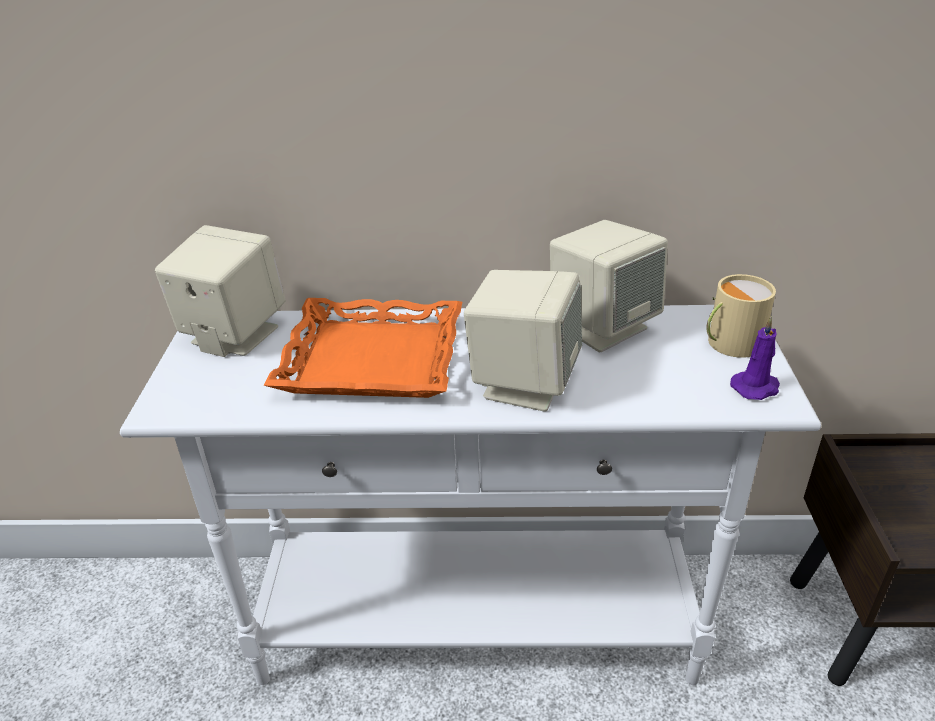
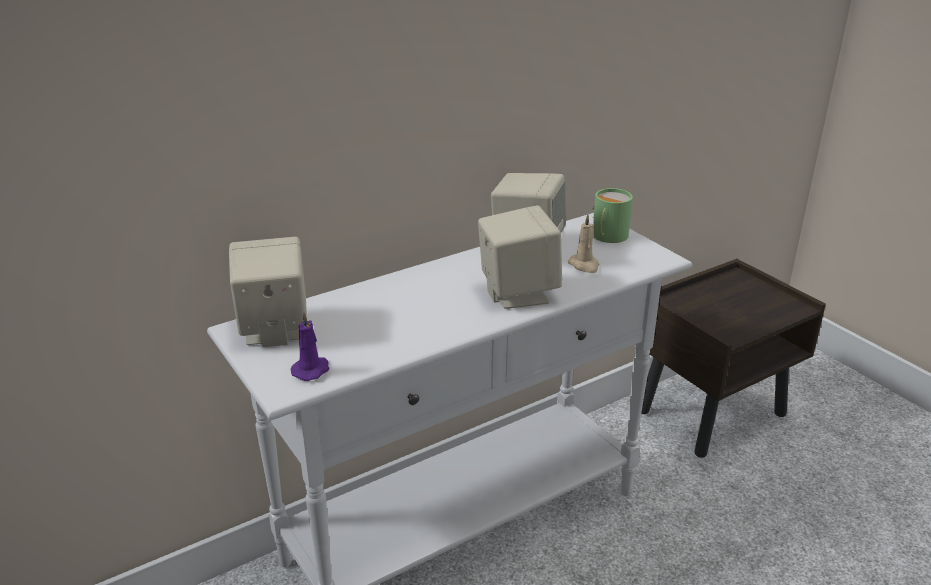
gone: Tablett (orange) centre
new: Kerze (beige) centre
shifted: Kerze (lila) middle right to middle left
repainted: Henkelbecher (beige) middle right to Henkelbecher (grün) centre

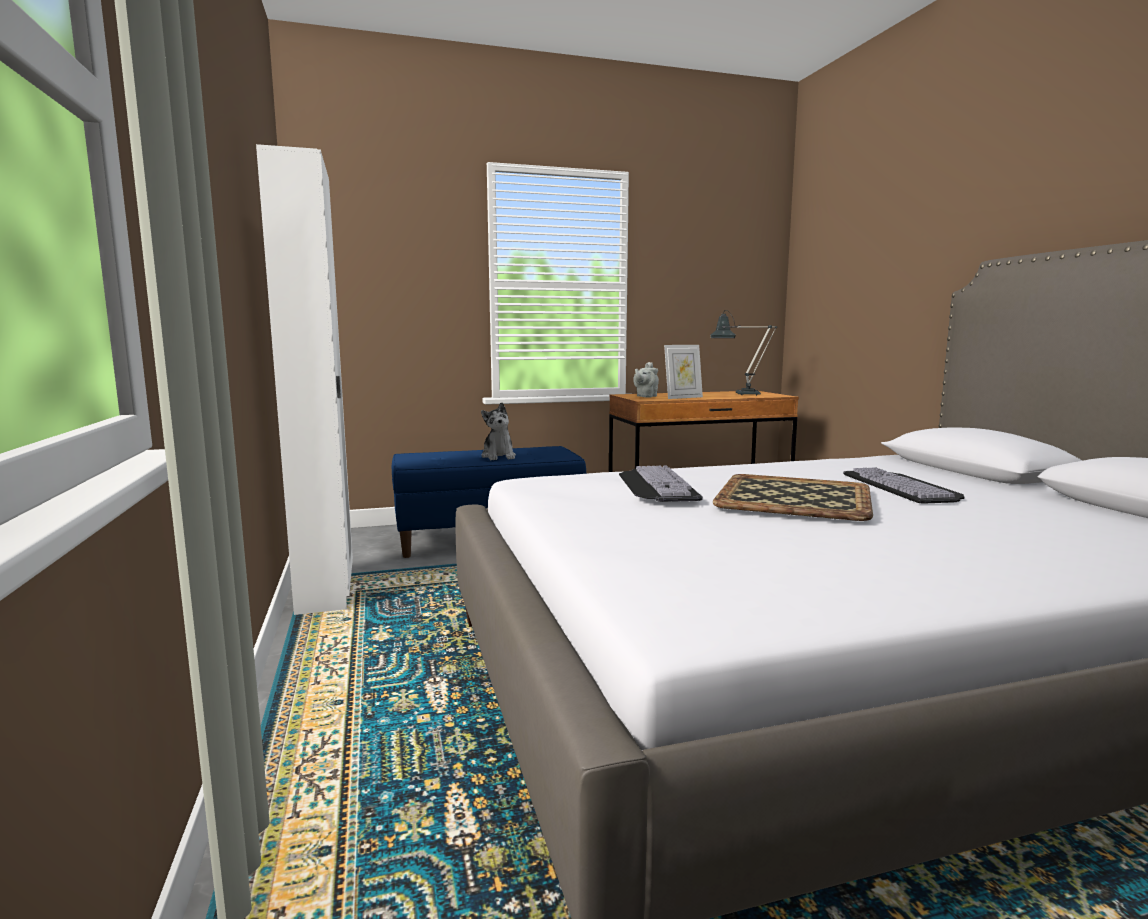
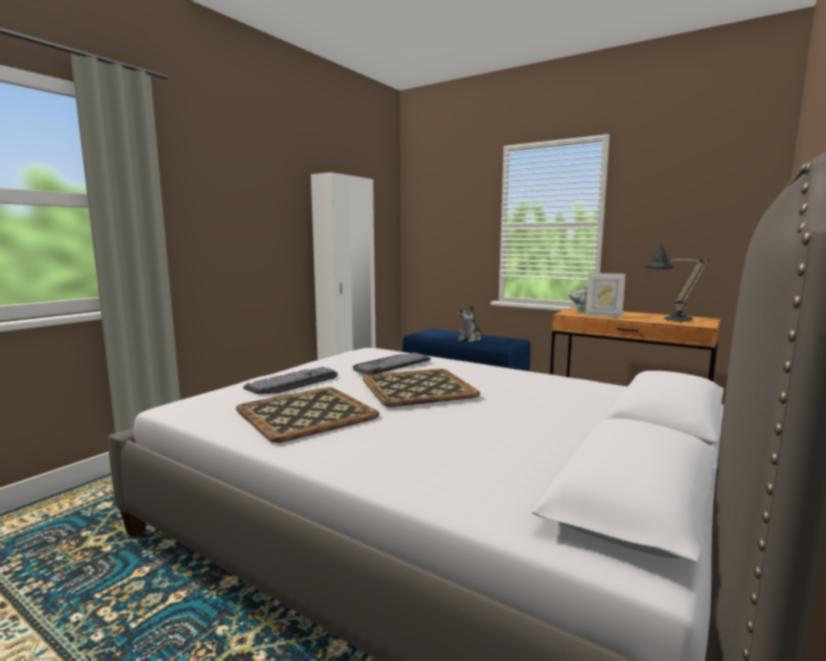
new: Tablett (no. 1 from left) centre
shifted: Tastatur (no. 2 from left in the first image) middle right to Tastatur (no. 1 from left) centre

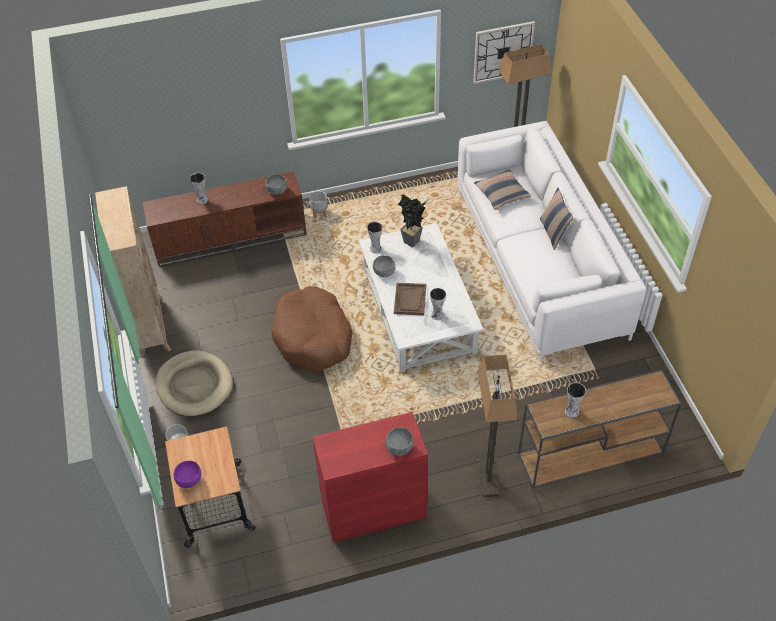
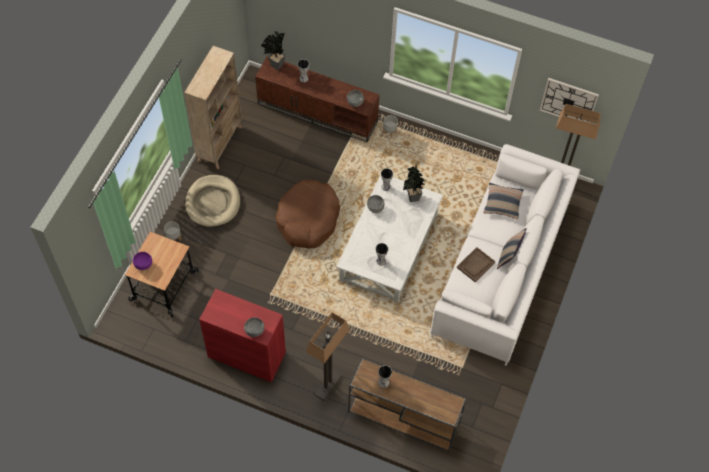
new: Topfpflanze (no. 1 from left) top centre
shifted: Tablett (braun) centre to middle right

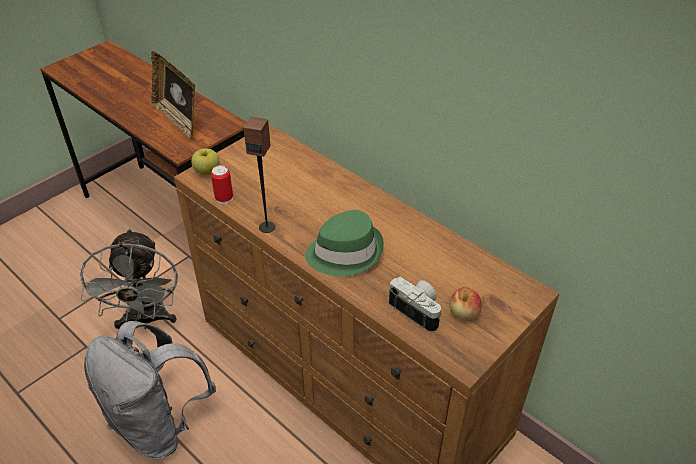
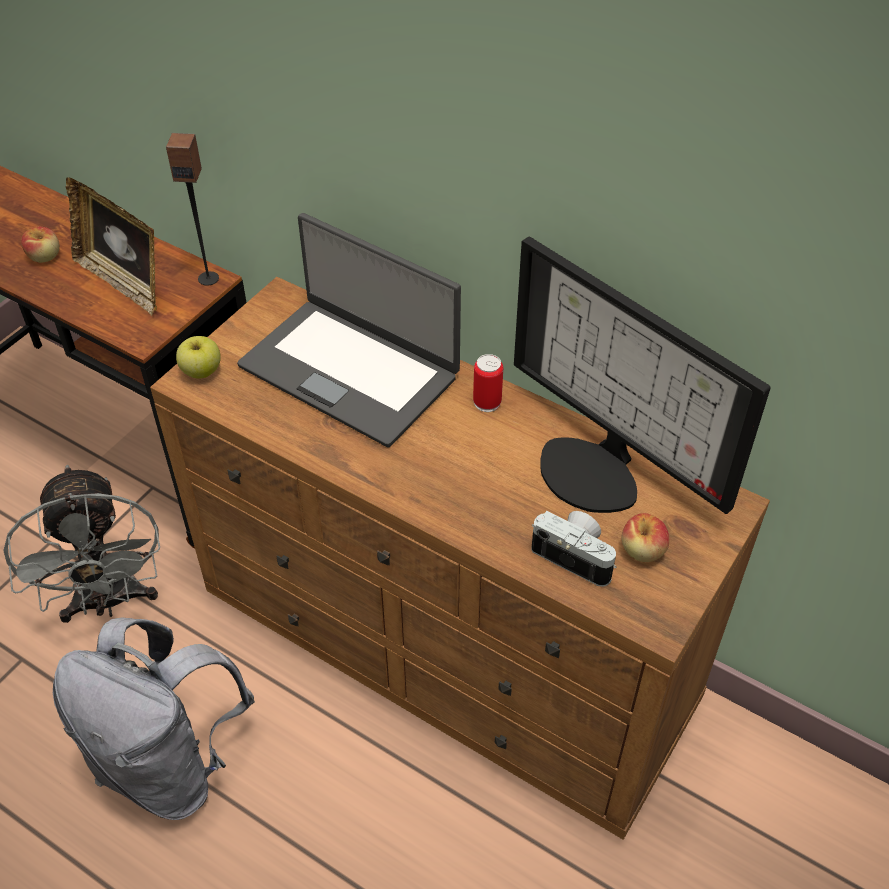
gone: Hut (grün) centre
new: Apfel (no. 1 from left) top left; Laptop centre; Monitor middle right
shifted: Dose middle left to centre; Lautsprecher centre to top left

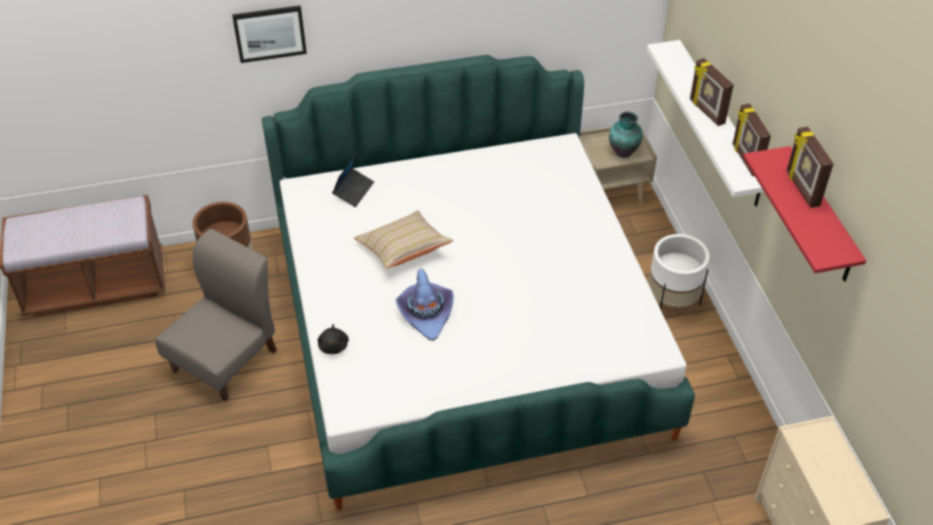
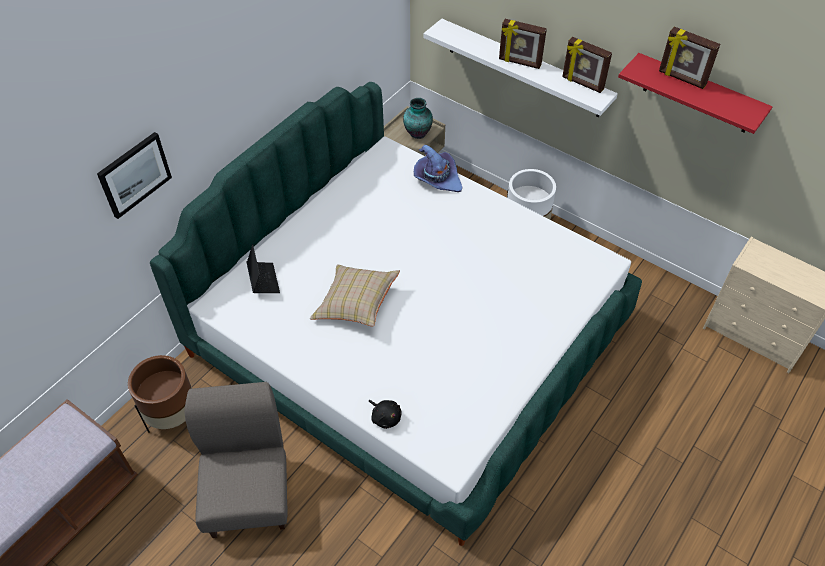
shifted: Hut (lila) centre to top centre

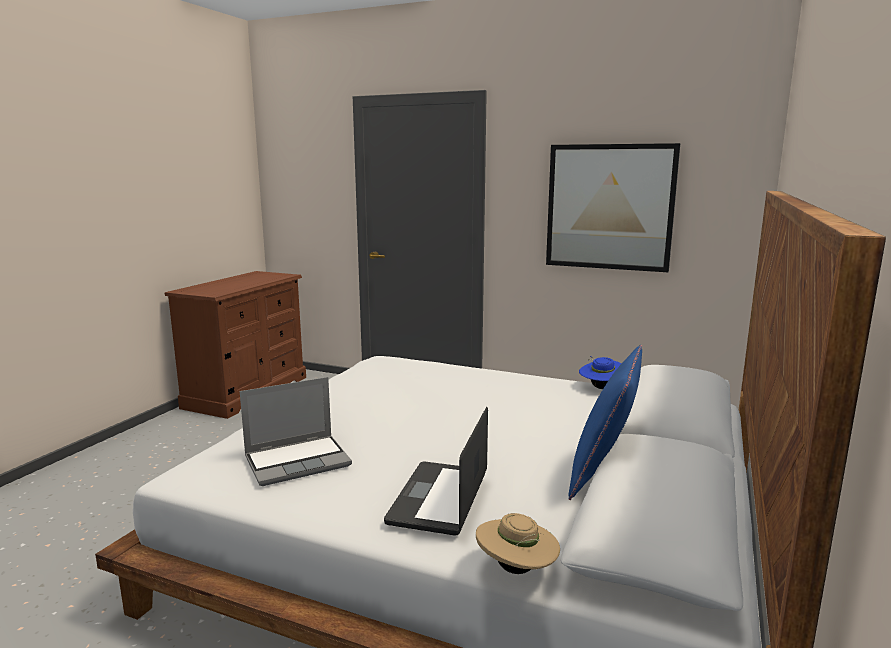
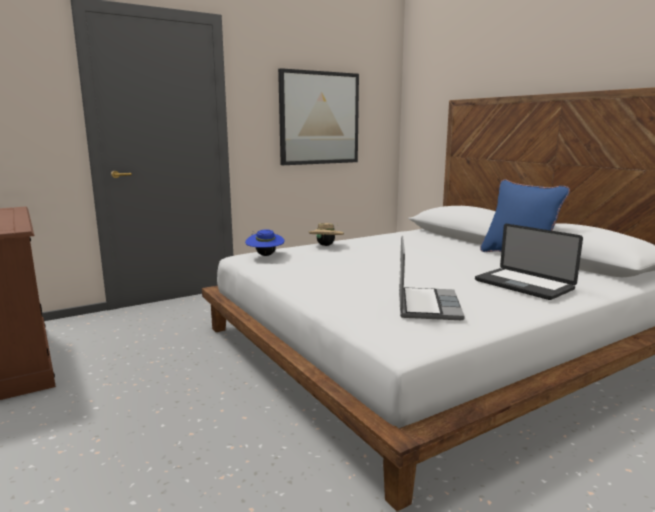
shifted: Hut (beige) bottom centre to centre; Hut (blau) middle right to centre

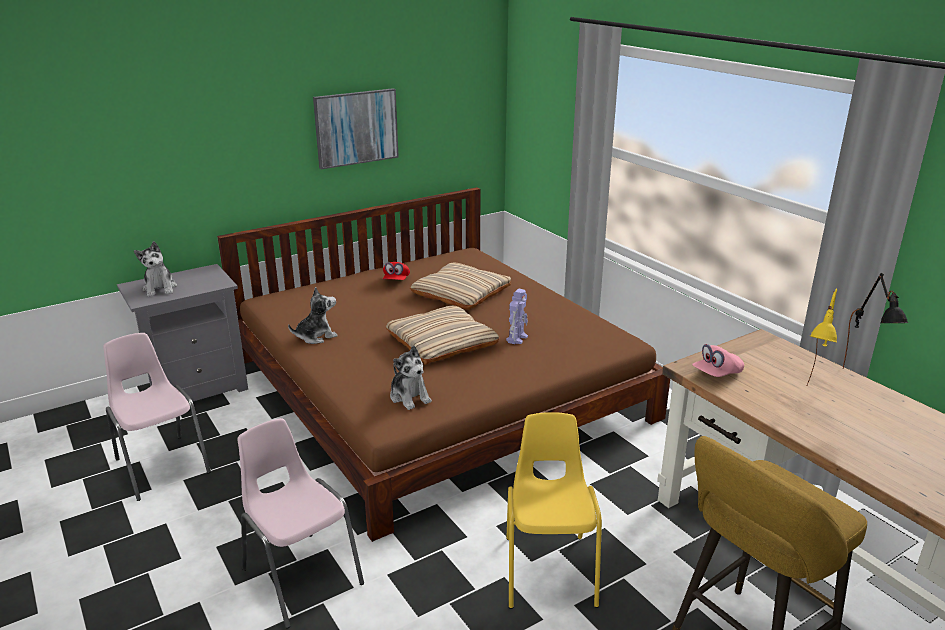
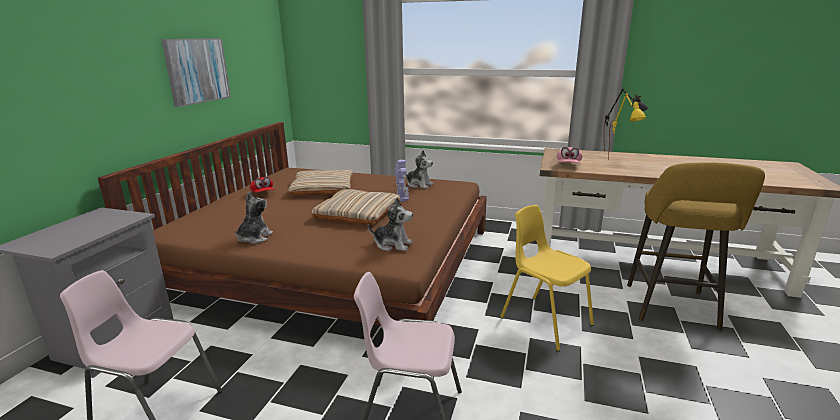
shifted: Plüschtier (no. 1 from left in the first image) middle left to Plüschtier (no. 3 from left) centre

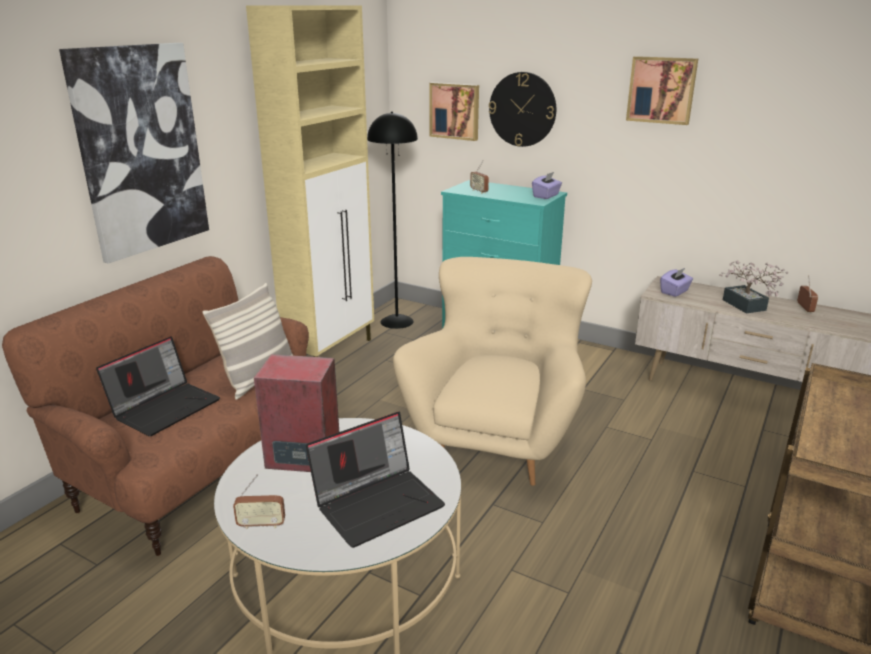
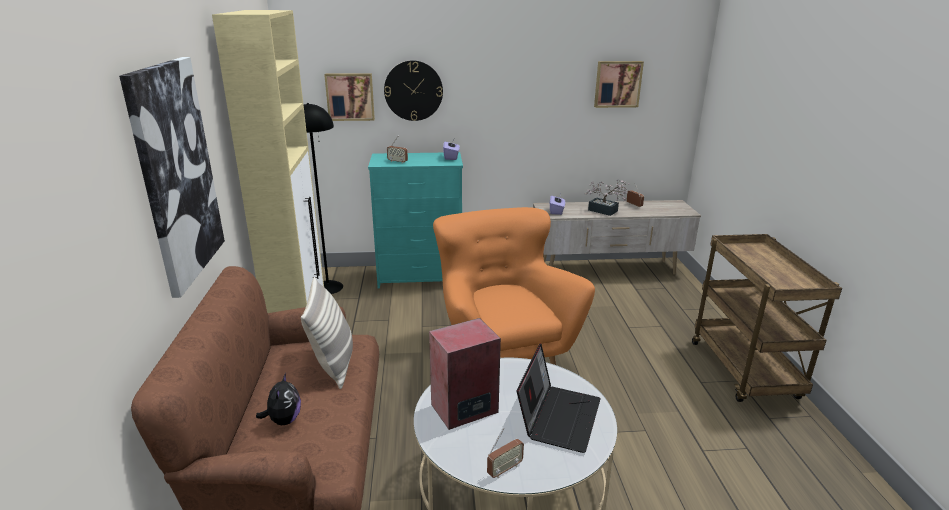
shifted: Bild (no. 3 from left) top right to top centre
swapped: Laptop (no. 1 from left) middle left to Plüschtier bottom left
repainted: Sessel (beige) centre to Sessel (orange) centre

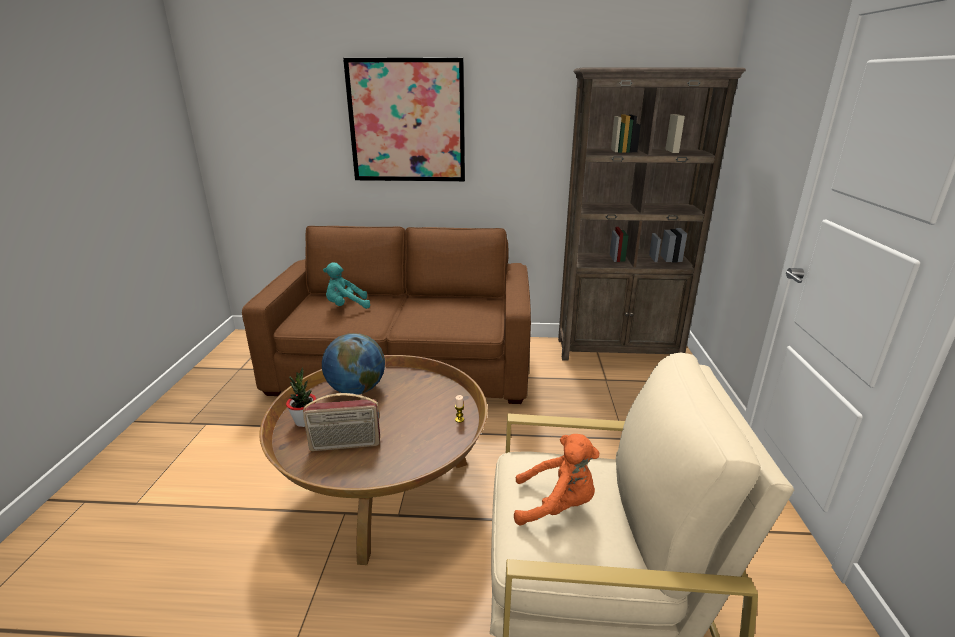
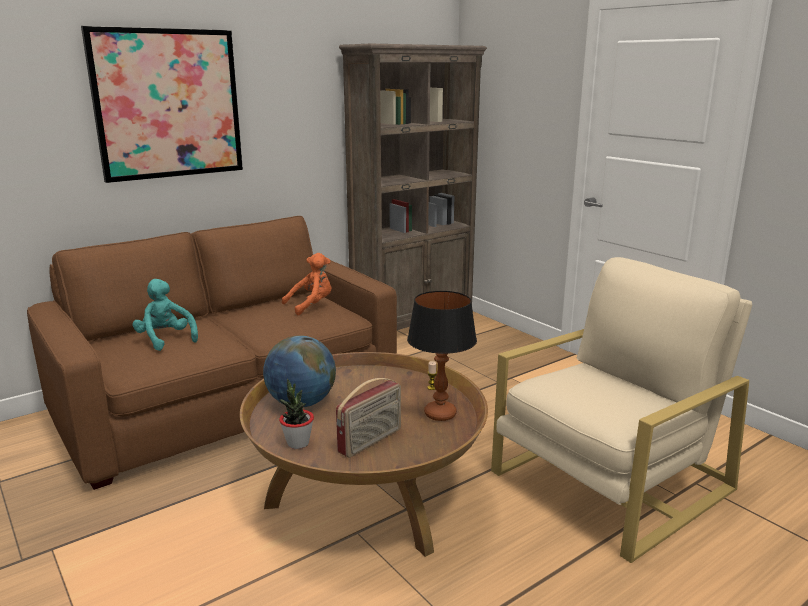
new: Tischlampe centre
shifted: Plüschtier (orange) bottom centre to centre
rotated: Plüschtier (türkis) centre = middle left 105 degrees clockwise

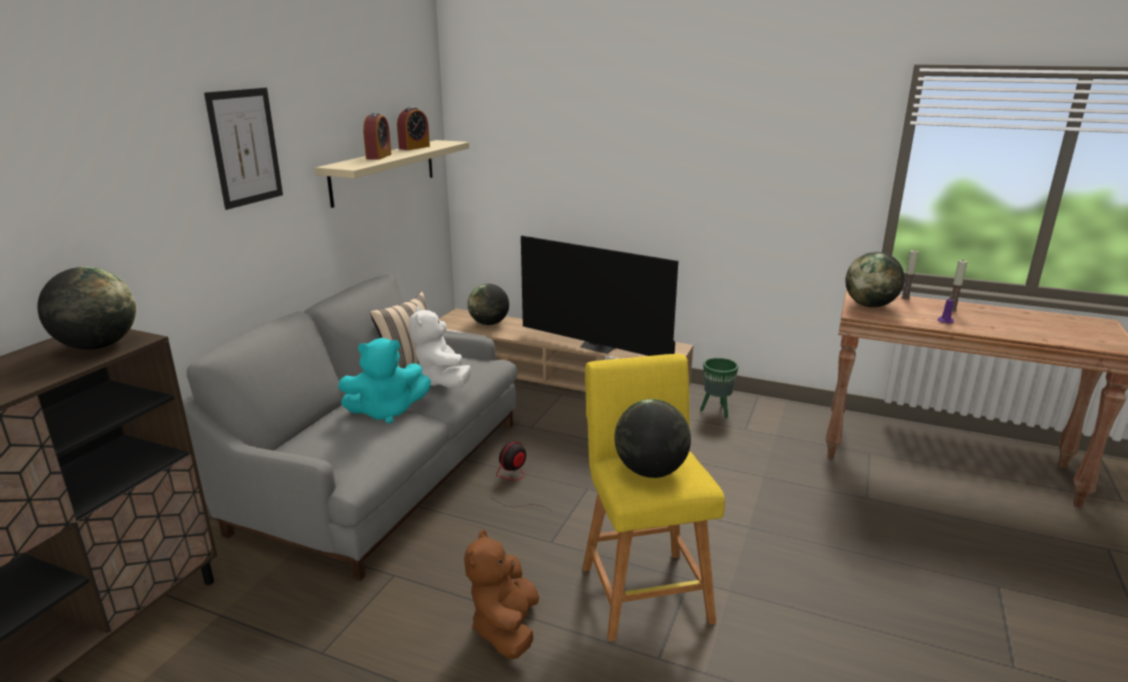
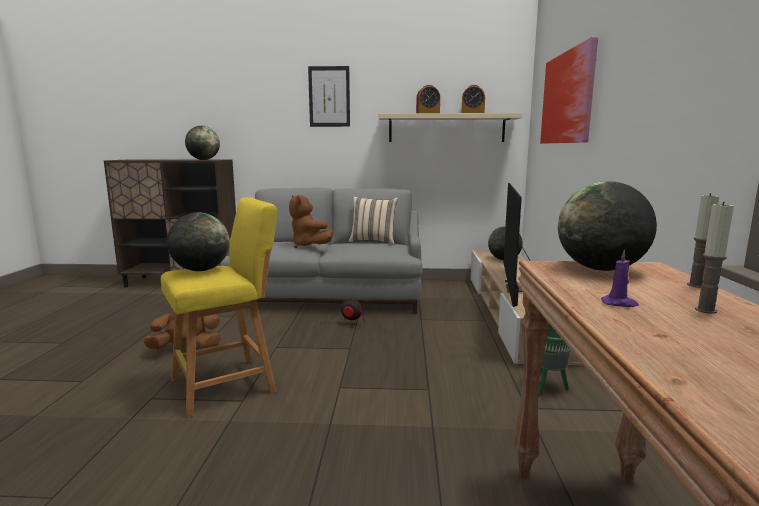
gone: Plüschtier (weiß) centre
new: Bild (no. 2 from left) top right
repainted: Plüschtier (türkis) centre to Plüschtier (braun) (no. 2 from left) centre

